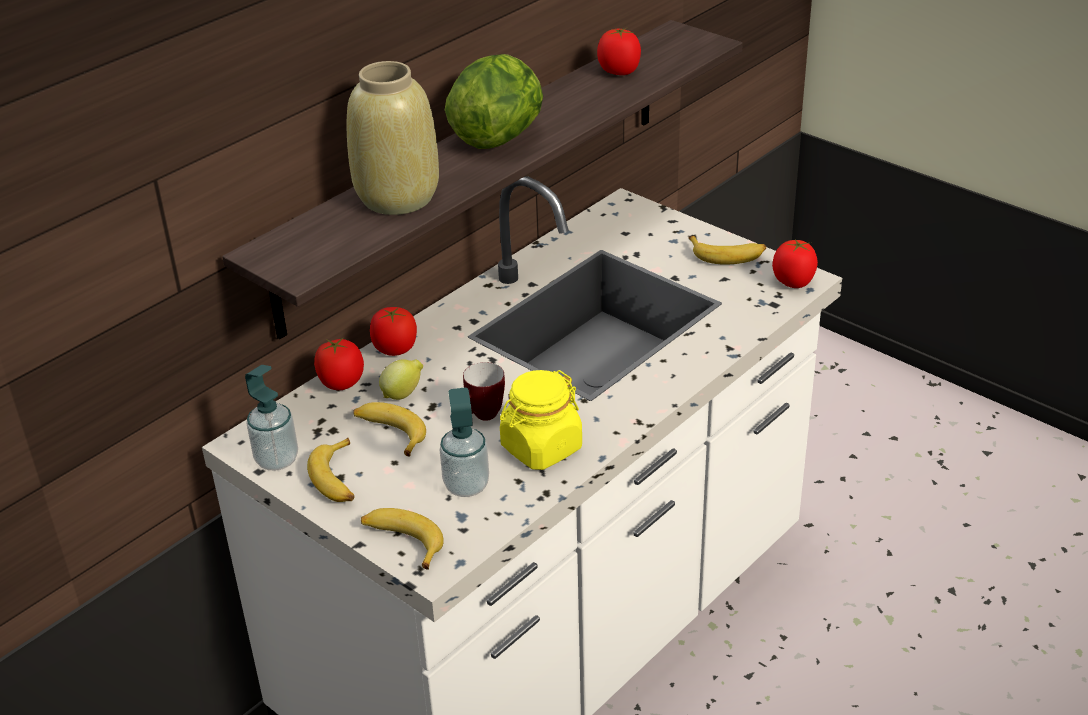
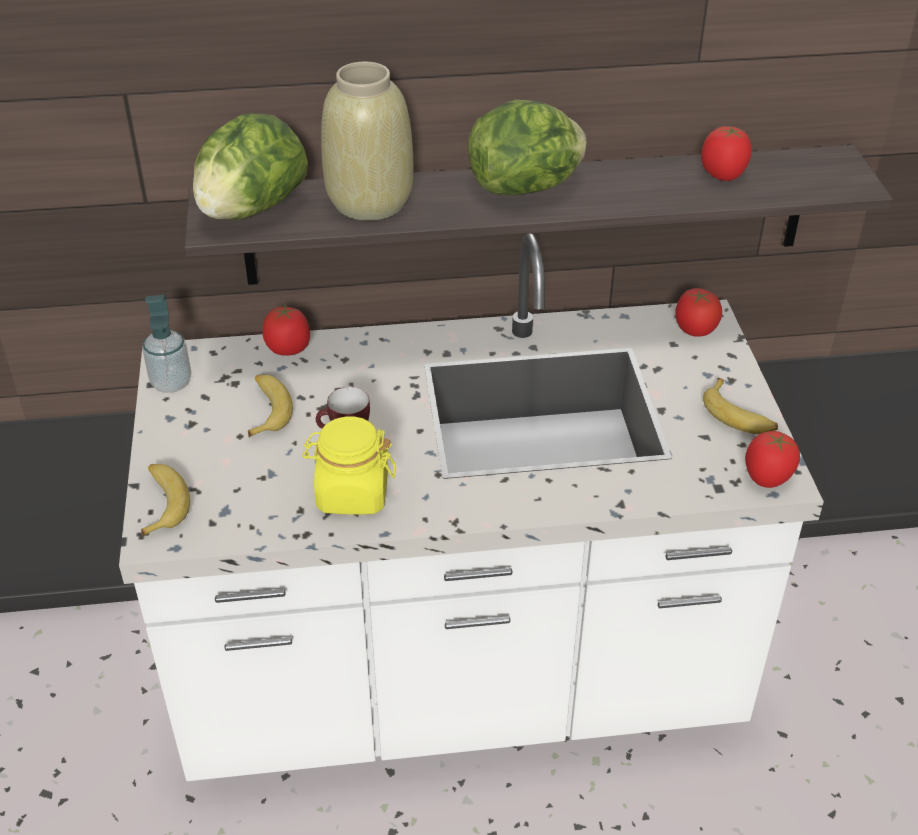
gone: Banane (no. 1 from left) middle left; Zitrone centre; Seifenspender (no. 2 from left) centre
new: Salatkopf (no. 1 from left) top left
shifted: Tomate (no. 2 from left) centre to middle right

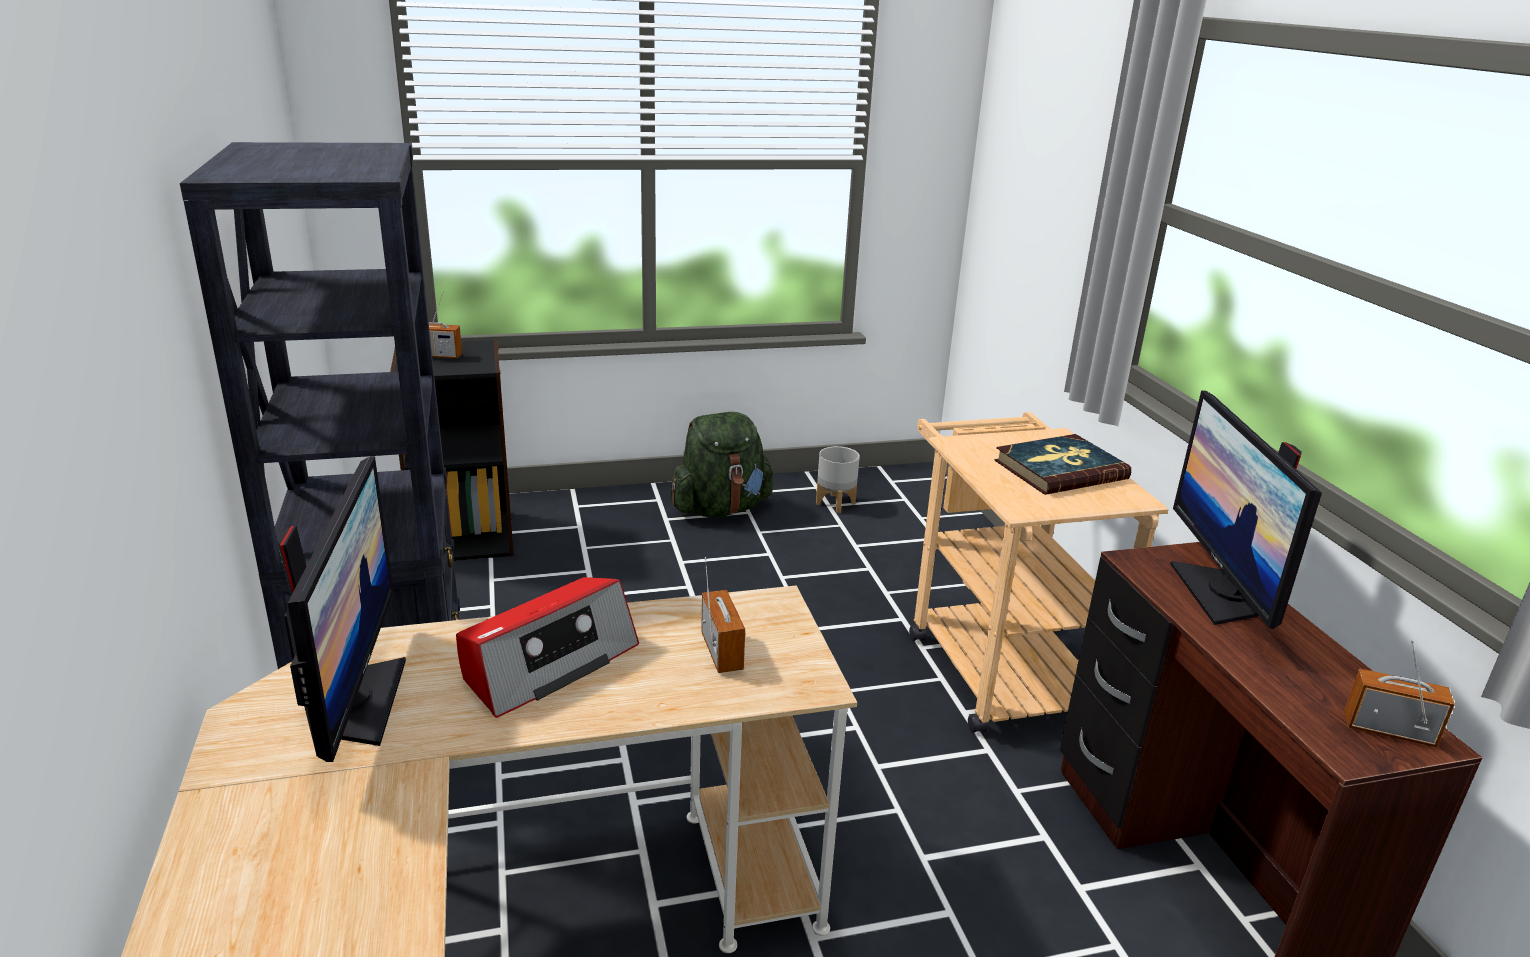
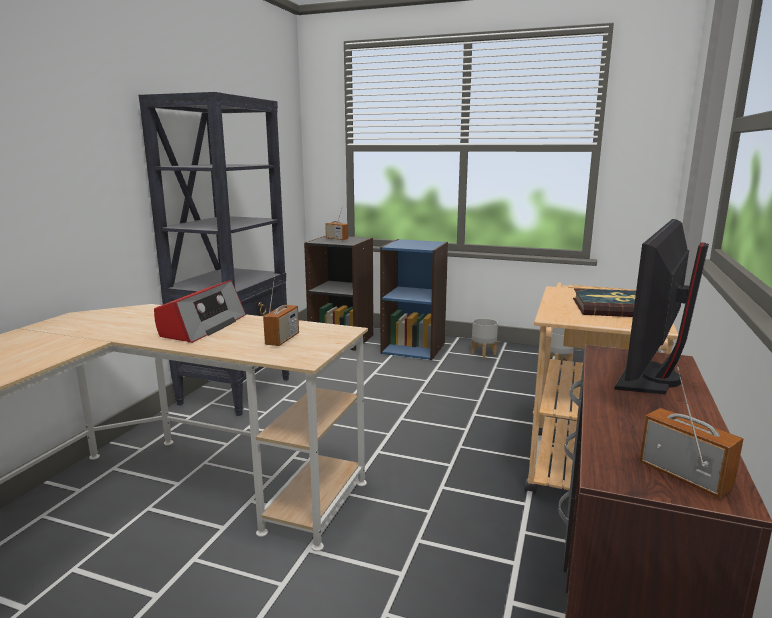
gone: Monitor (no. 1 from left) middle left
new: Bücherregal (blau) centre
swapped: Rucksack (grün) centre to Pflanzkübel (grau) (no. 1 from left) centre
rotated: Radio (no. 2 from left in the first image) bottom centre = middle left 60 degrees counterclockwise

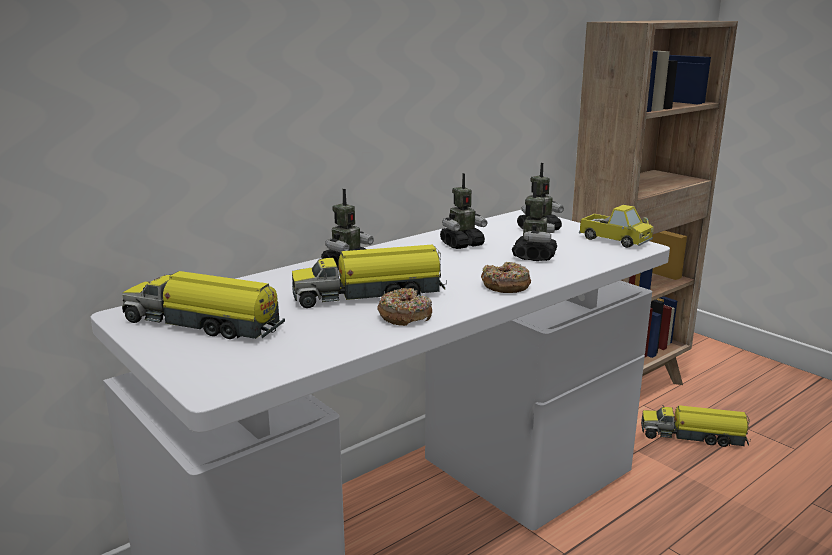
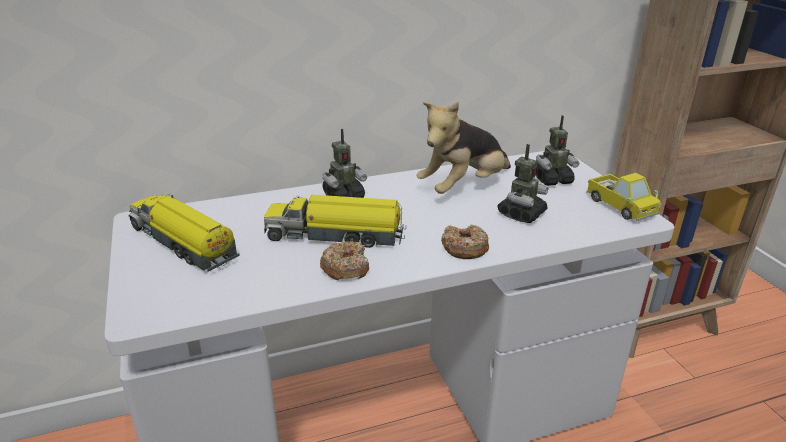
gone: Spielzeuglaster (no. 4 from left) bottom right
swapped: Spielzeugroboter (no. 2 from left) centre to Plüschtier top centre

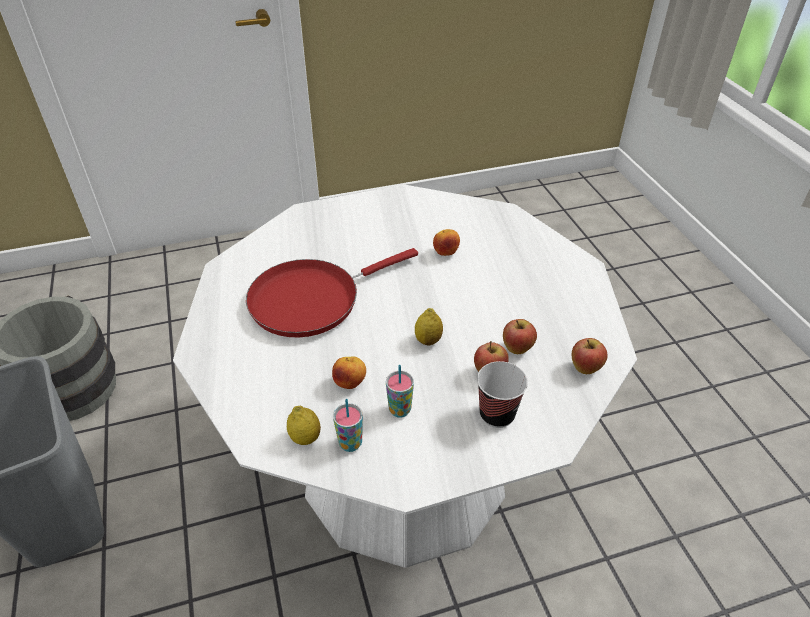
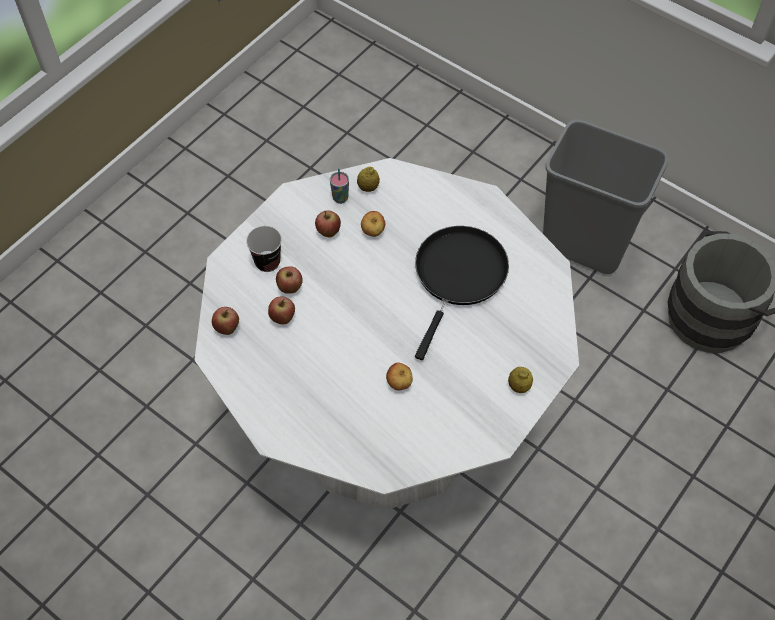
shifted: Zitrone (no. 2 from left) centre to middle right
swapped: Tasse (no. 2 from left) centre to Apfel (no. 4 from left) centre
repainted: Pfanne (rot) centre to Pfanne (schwarz) centre

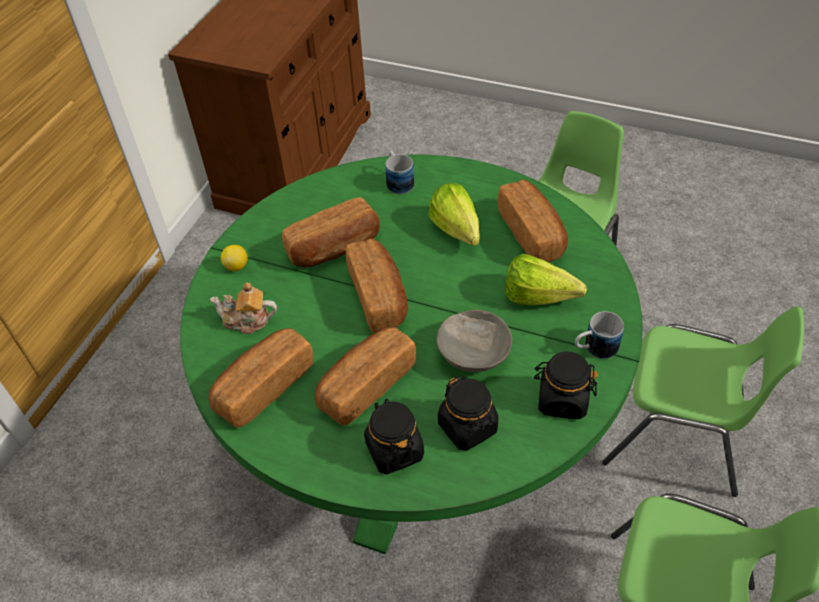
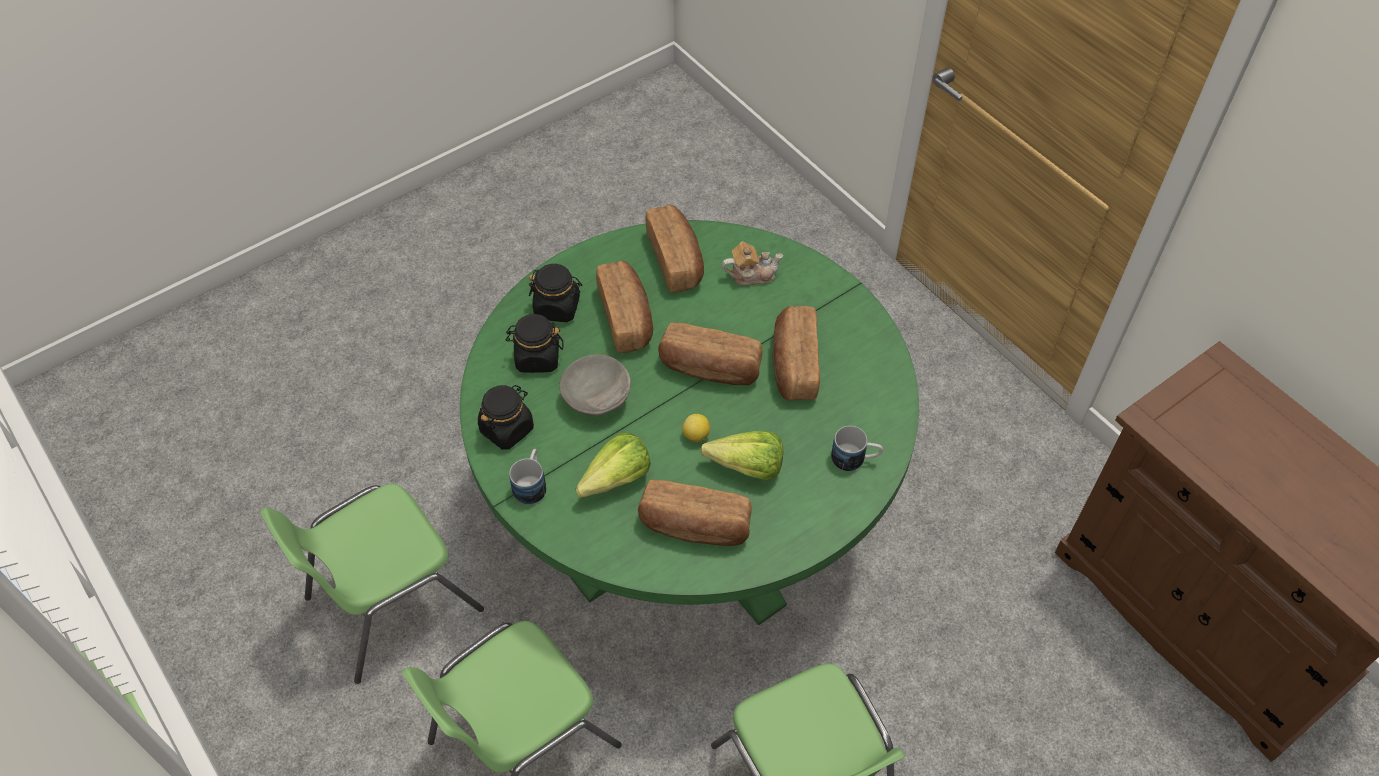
shifted: Zitrone middle left to centre
rotated: Teekanne middle left = centre 45 degrees clockwise

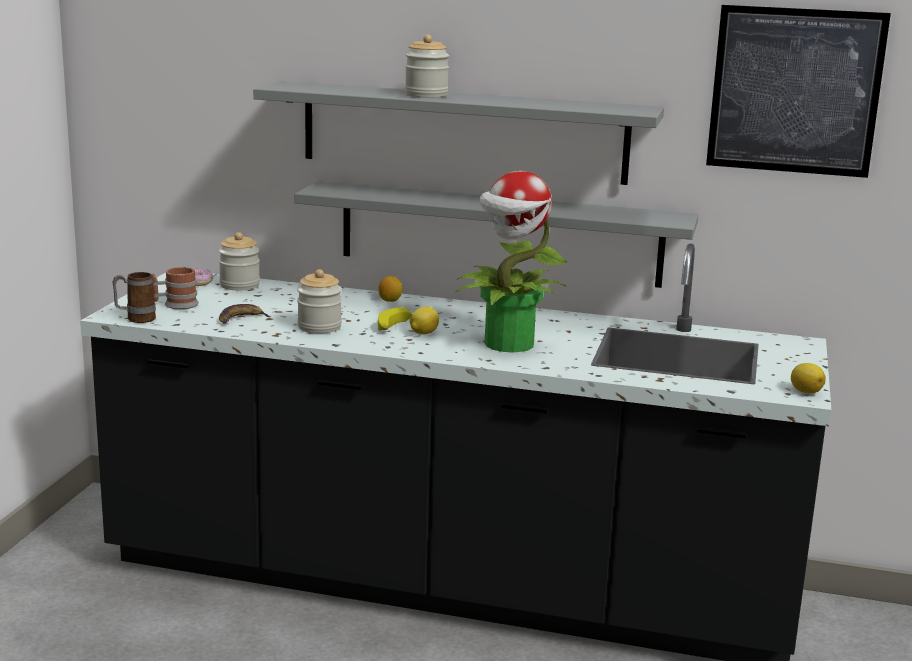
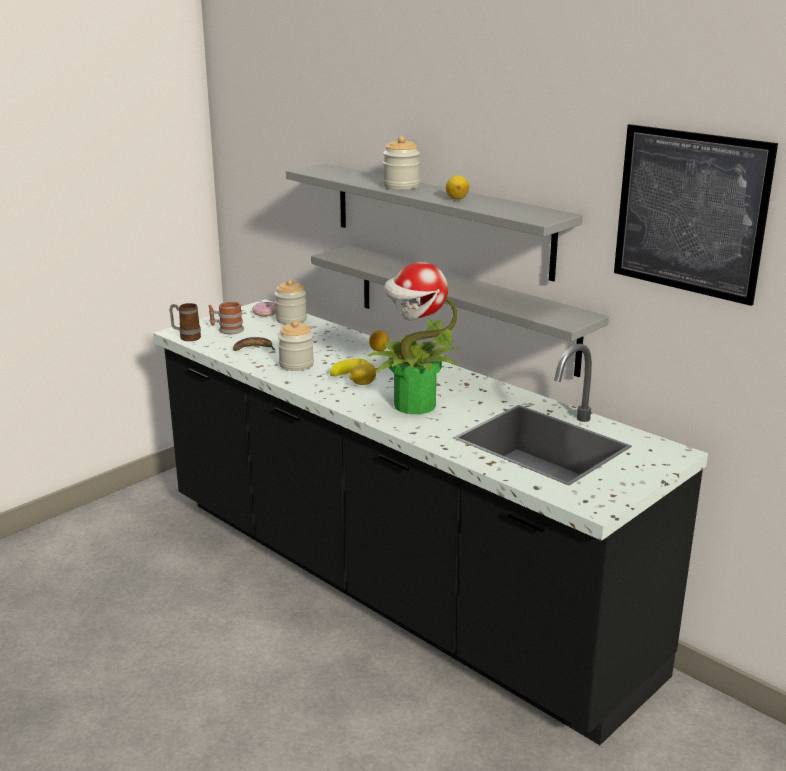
shifted: Zitrone (no. 3 from left) middle right to top centre

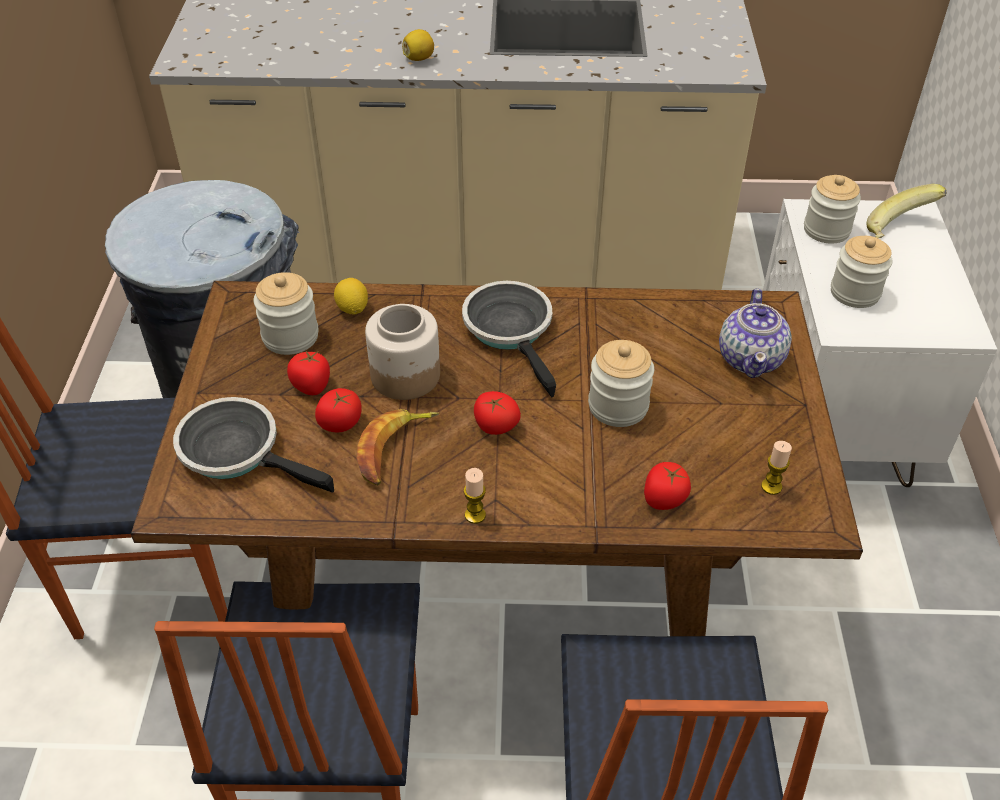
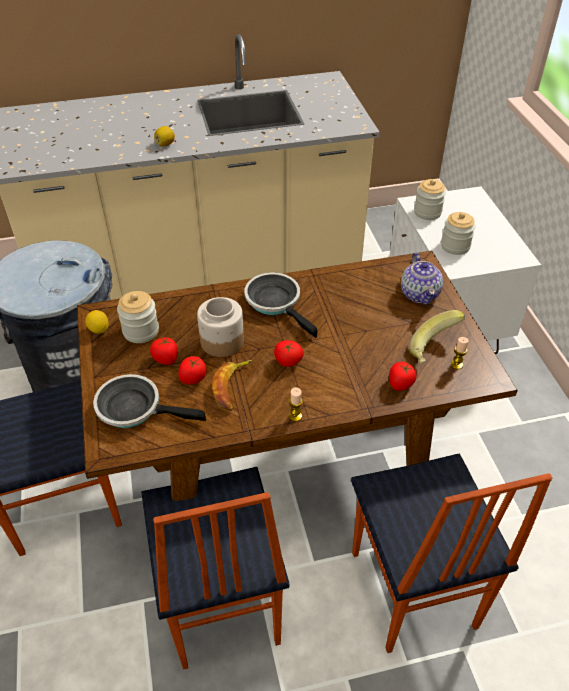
gone: Vorratsglas (no. 3 from left) centre
shifted: Zitrone (no. 1 from left) centre to middle left; Banane (no. 2 from left) top right to middle right

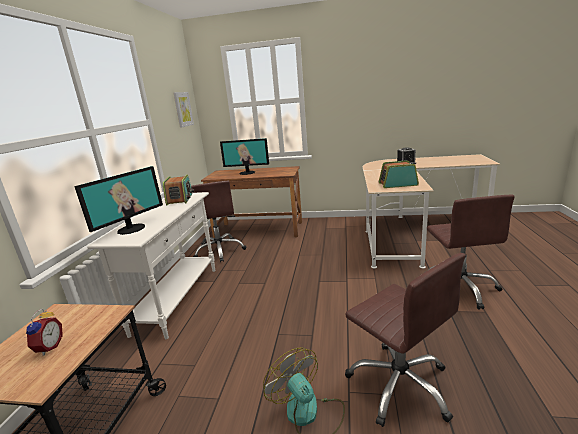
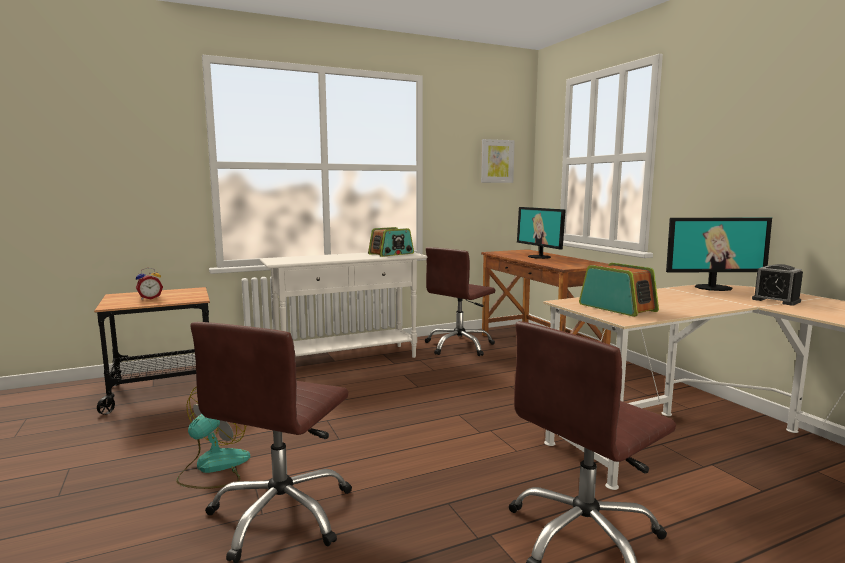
shifted: Monitor (no. 1 from left in the first image) middle left to Monitor (no. 2 from left) middle right

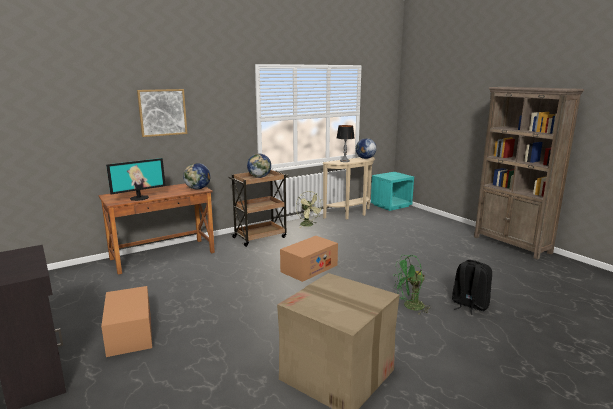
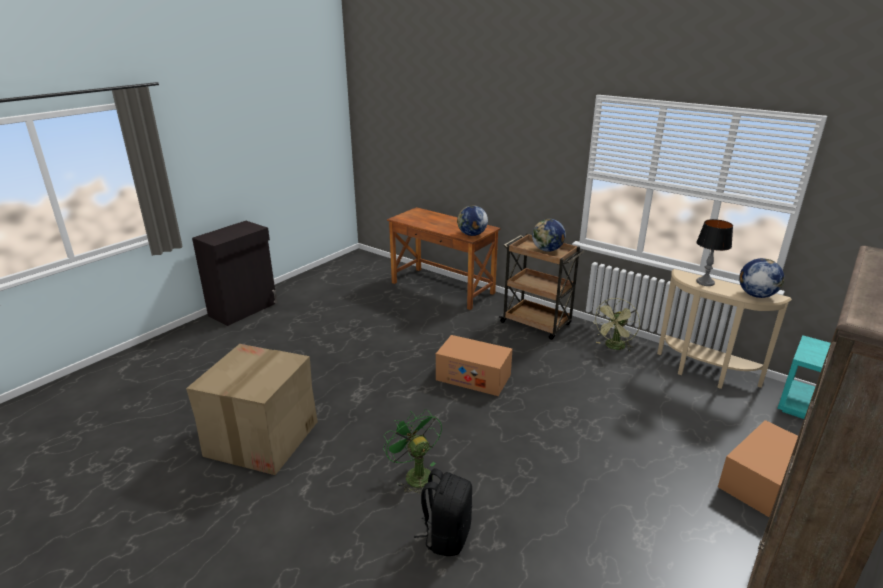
gone: Monitor middle left; Bild top left
shifted: Karton (no. 1 from left in the first image) bottom left to Karton (no. 3 from left) bottom right

